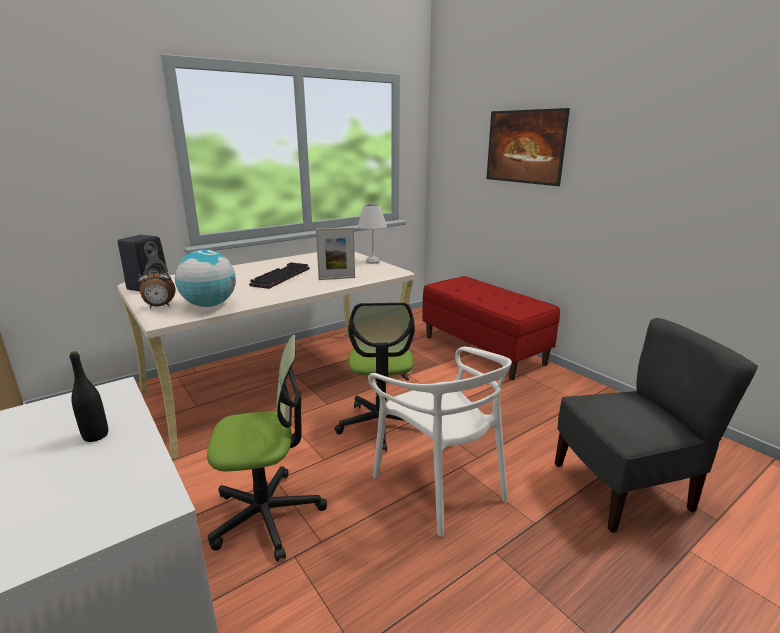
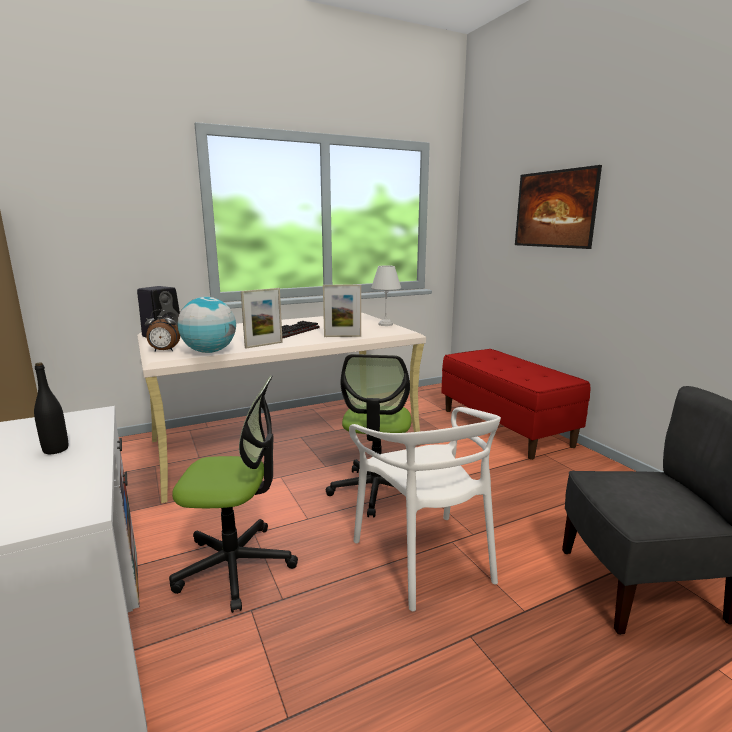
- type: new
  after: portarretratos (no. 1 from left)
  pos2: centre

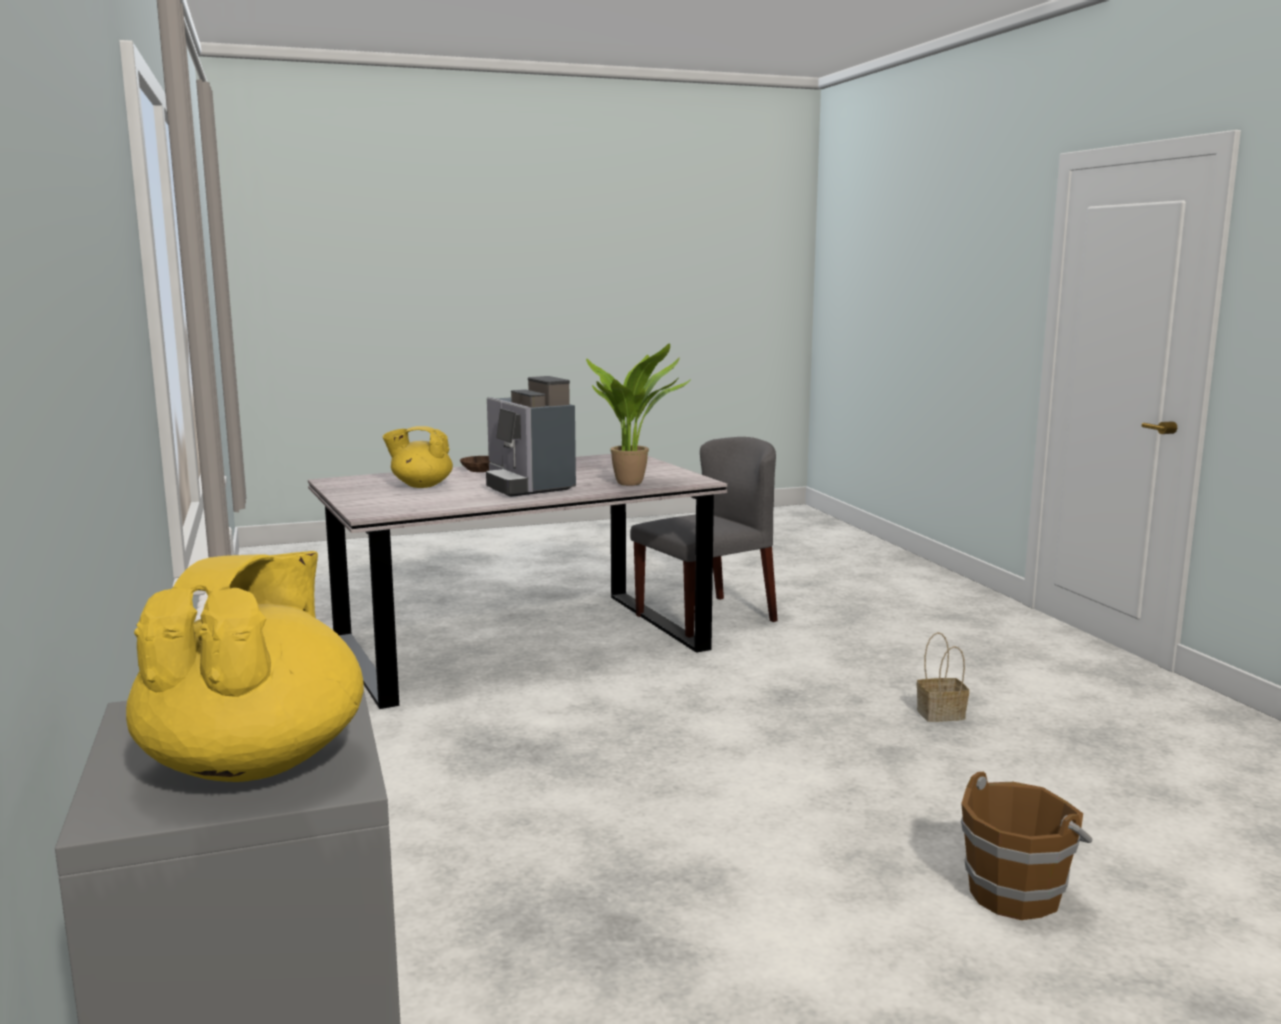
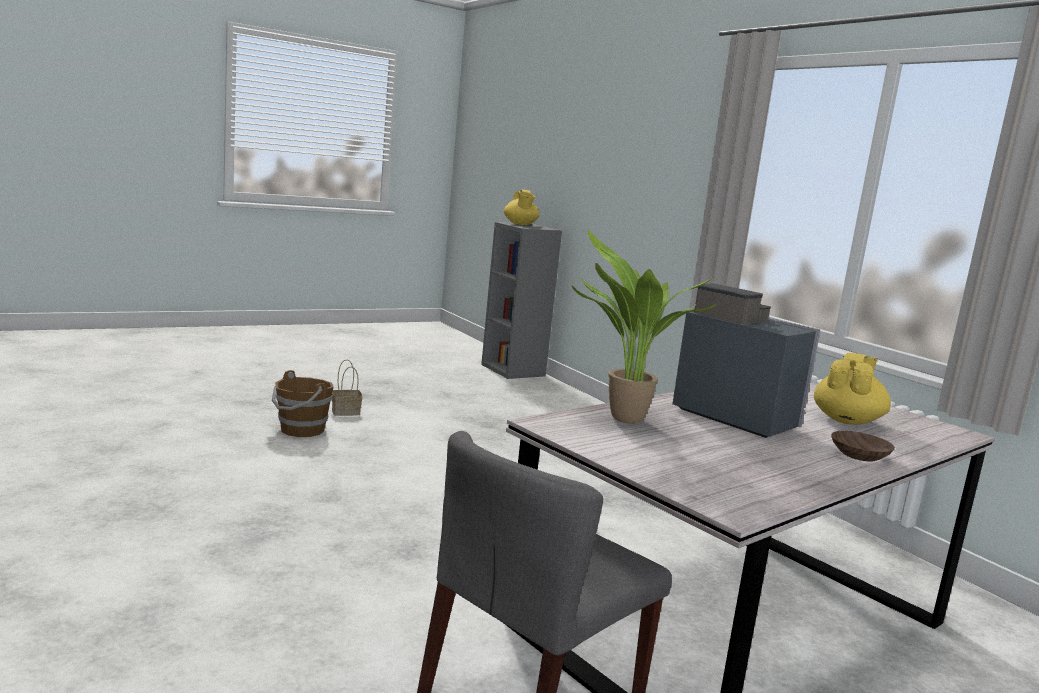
- type: shifted
  before: cesta
  pos1: middle right
  pos2: centre
- type: rotated
  before: tetera (amarillo) (no. 2 from left)
  pos1: middle left
  pos2: middle right
  turn: -45

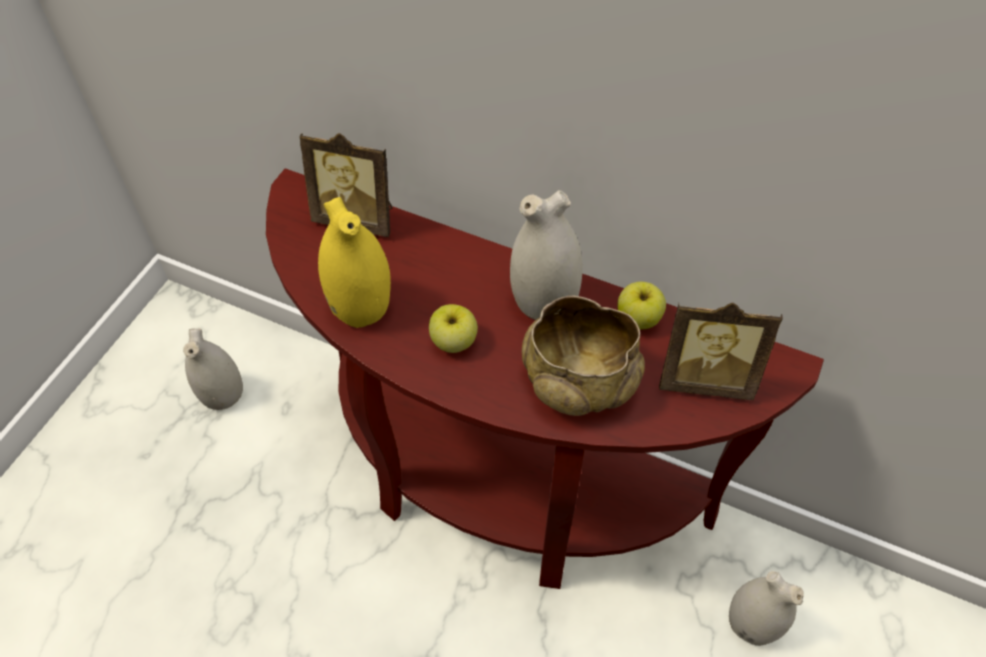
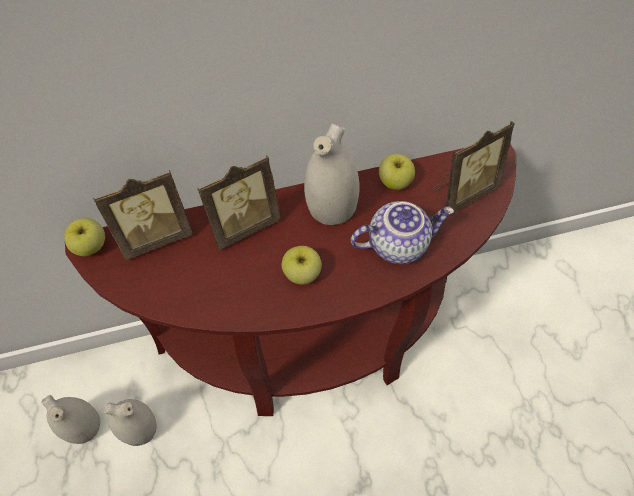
- type: gone
  before: florero (amarillo)
  pos1: centre
- type: new
  after: manzana (no. 1 from left)
  pos2: middle left
- type: new
  after: portarretratos (no. 2 from left)
  pos2: centre
- type: shifted
  before: florero (blanco) (no. 3 from left in the first image)
  after: florero (blanco) (no. 2 from left)
  pos1: bottom right
  pos2: bottom left
- type: swapped
  before: cuenco (beis)
  after: tetera
  pos1: centre
  pos2: centre

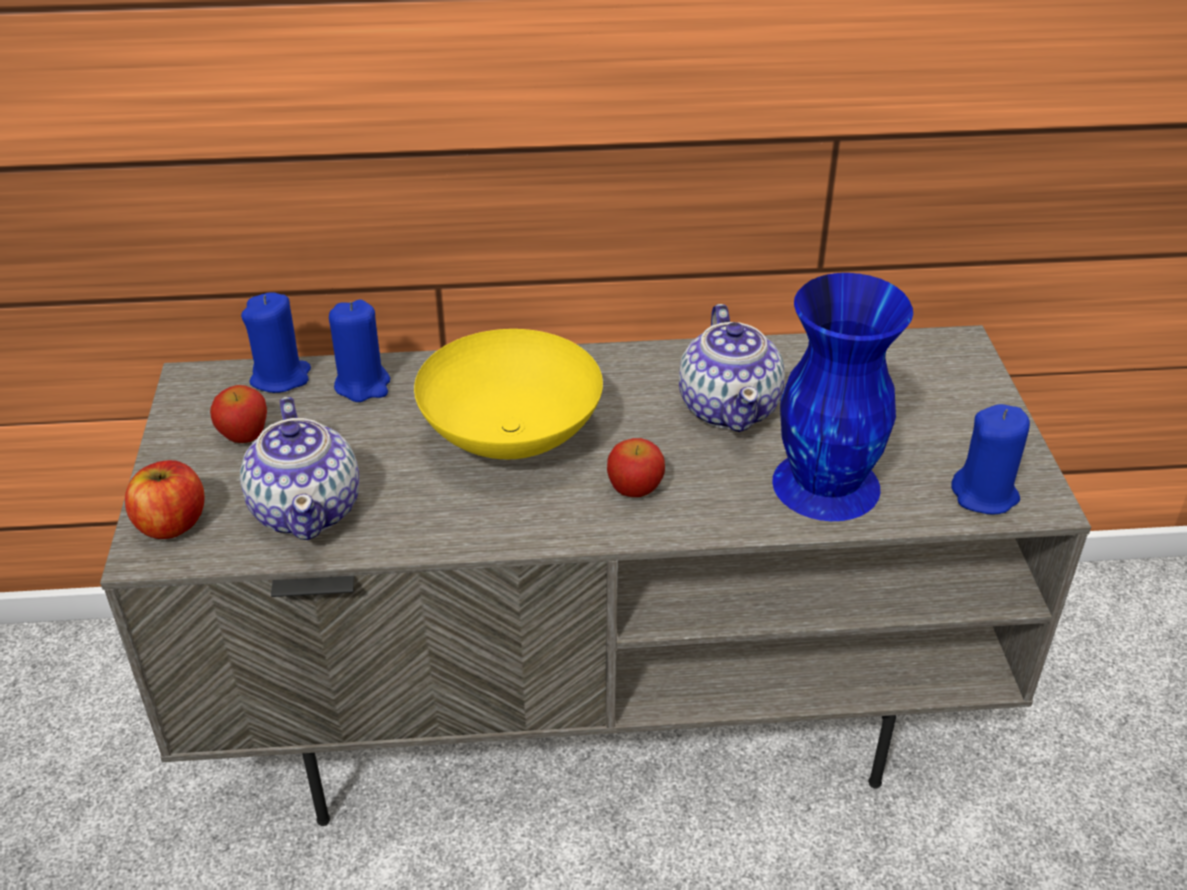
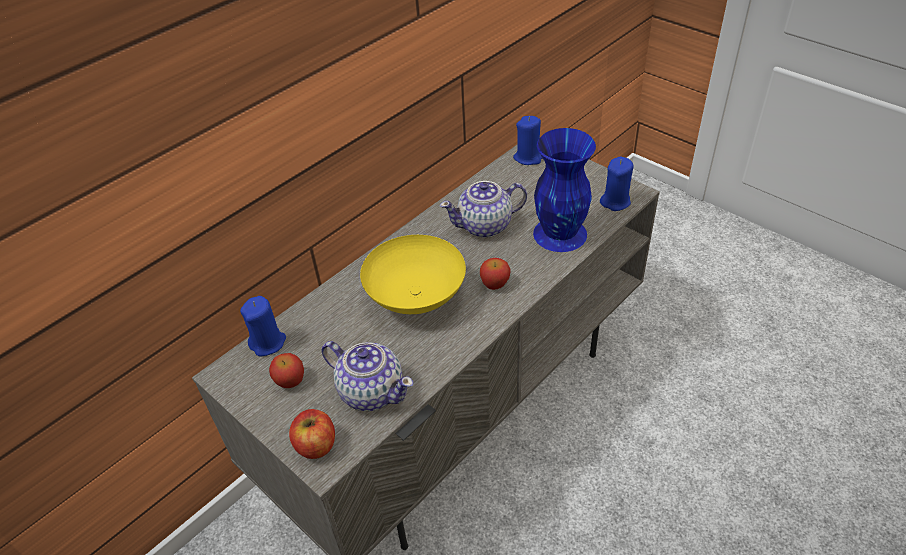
- type: shifted
  before: vela (azul) (no. 2 from left)
  pos1: middle left
  pos2: top centre
- type: rotated
  before: tetera (no. 2 from left)
  pos1: centre
  pos2: centre
  turn: 120

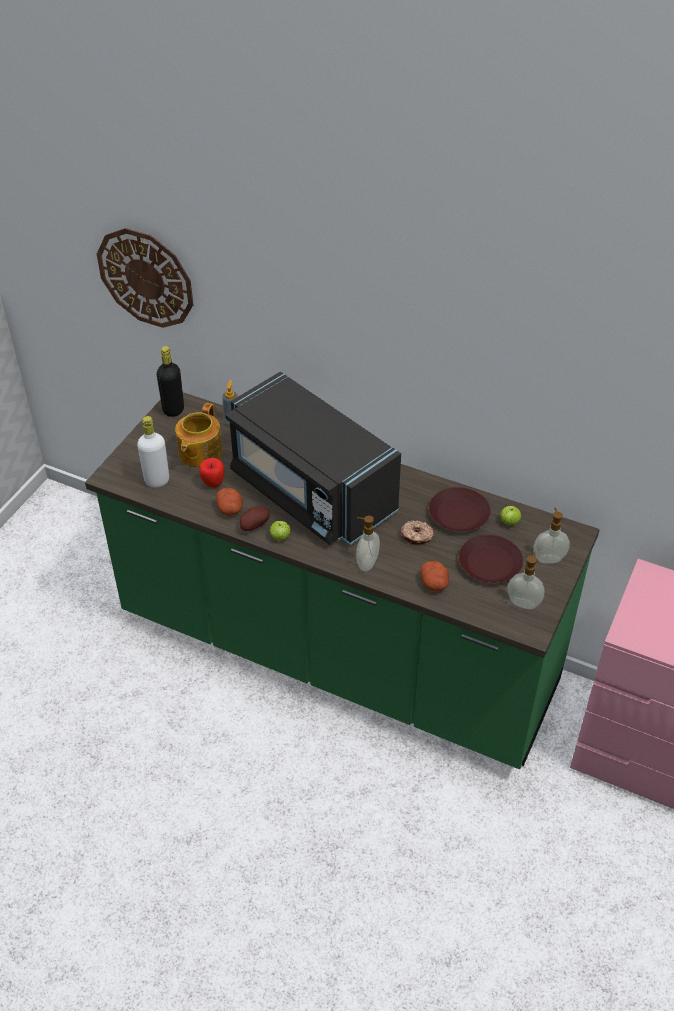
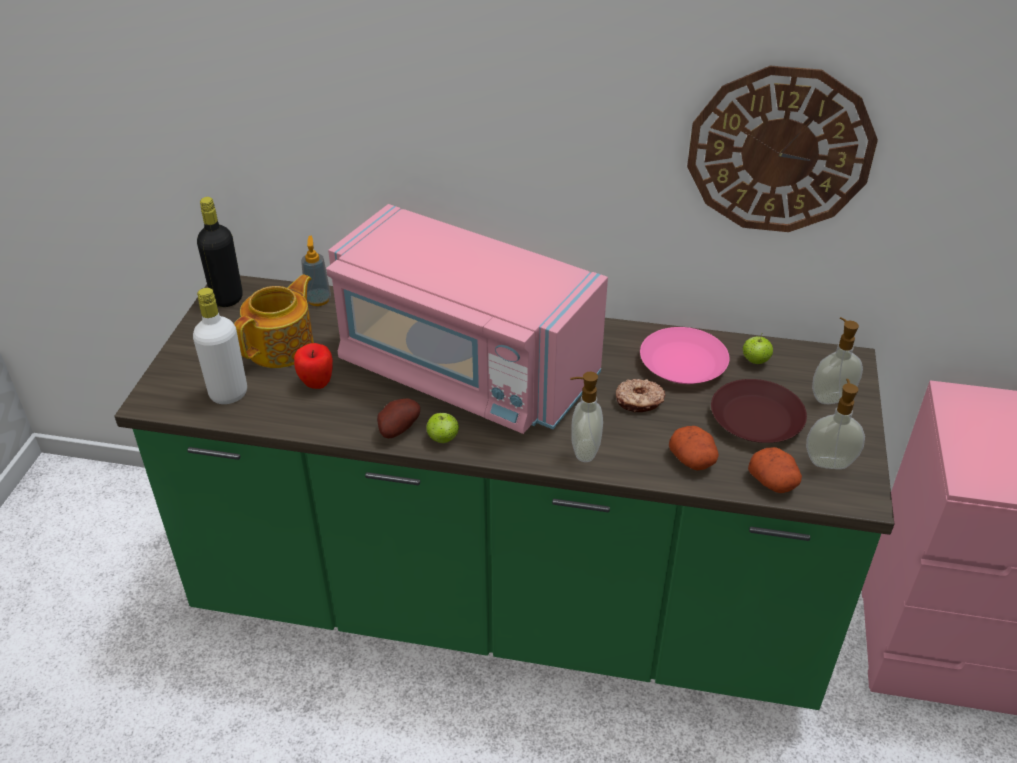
- type: shifted
  before: reloj de pared
  pos1: top left
  pos2: top right
- type: shifted
  before: patata (no. 1 from left in the first image)
  after: patata (no. 3 from left)
  pos1: centre
  pos2: middle right
- type: repainted
  before: microondas (negro)
  after: microondas (rosa)
  pos1: centre
  pos2: centre
- type: repainted
  before: plato (marrón) (no. 1 from left)
  after: plato (rosa)
  pos1: middle right
  pos2: middle right
- type: rotated
  before: tetera
  pos1: middle left
  pos2: middle left
  turn: -150

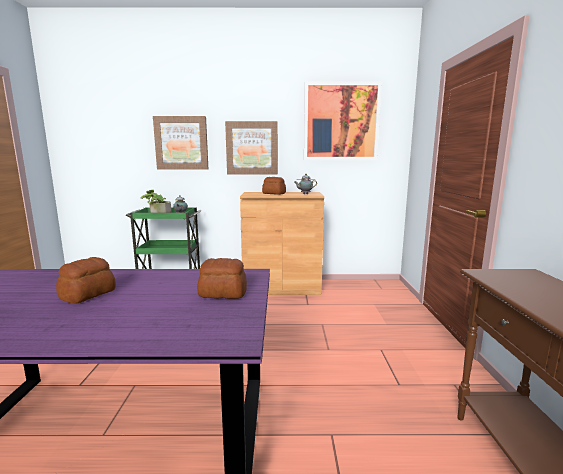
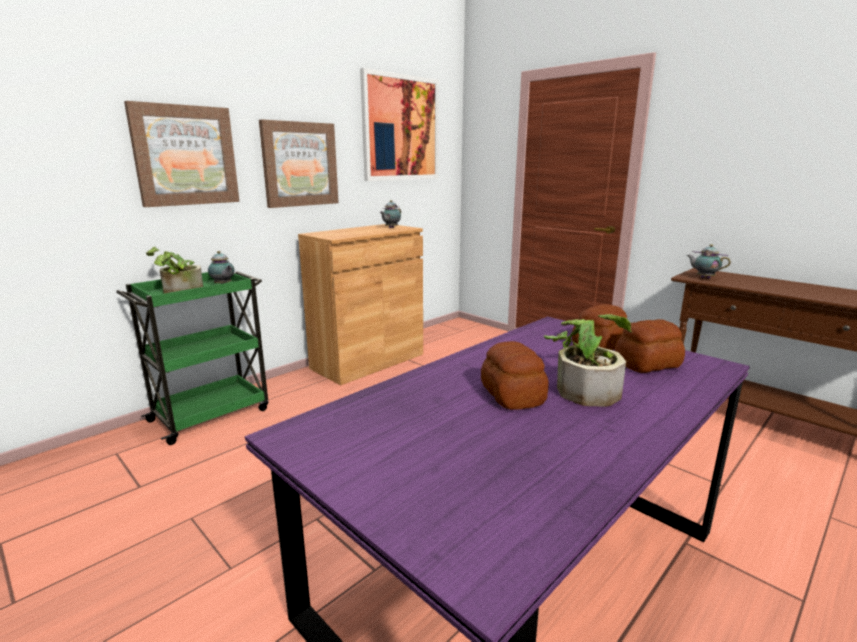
- type: new
  after: planta en maceta (no. 2 from left)
  pos2: middle right
- type: new
  after: tetera (no. 3 from left)
  pos2: middle right
- type: shifted
  before: pan (no. 3 from left)
  pos1: centre
  pos2: middle right

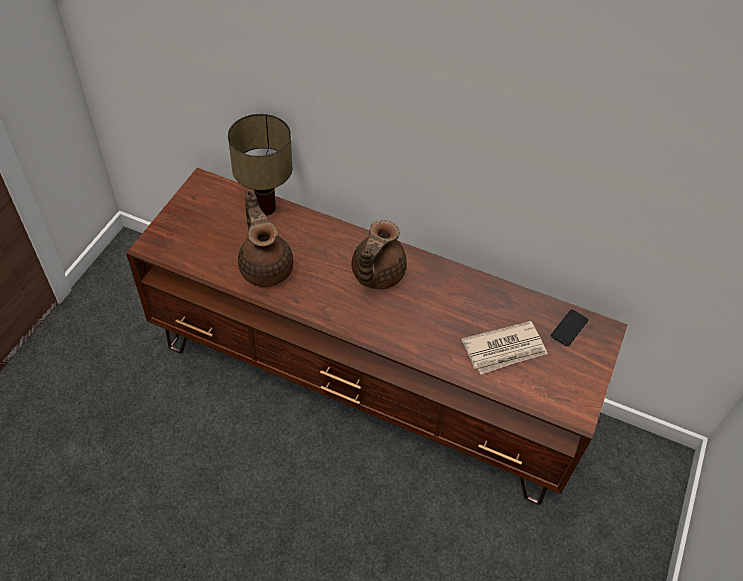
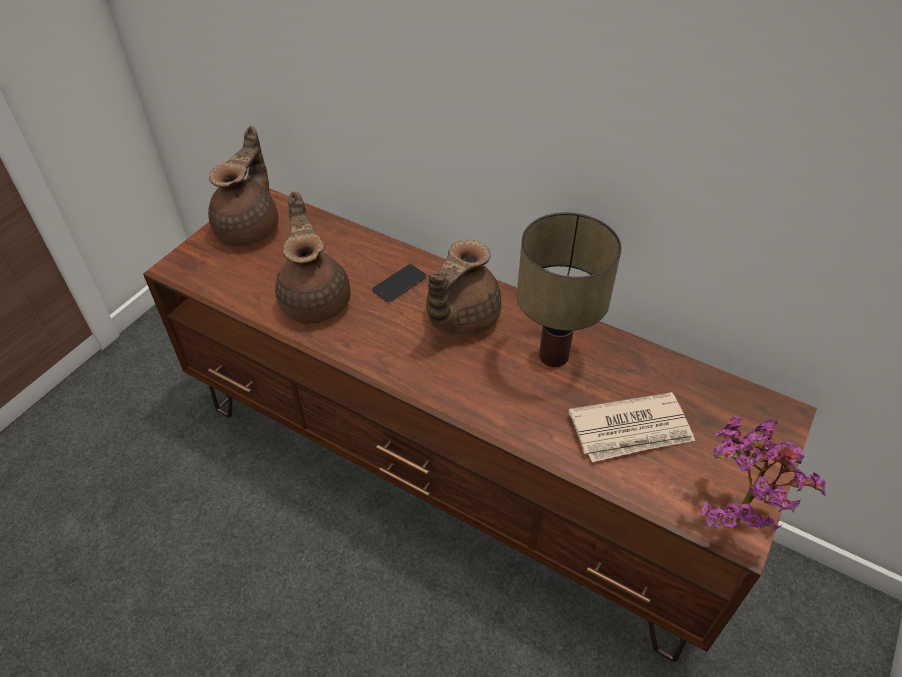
- type: new
  after: tetera (marrón) (no. 1 from left)
  pos2: top left
- type: new
  after: planta en maceta
  pos2: bottom right
- type: shifted
  before: lámpara de mesa
  pos1: top centre
  pos2: centre
- type: shifted
  before: móvil
  pos1: middle right
  pos2: centre

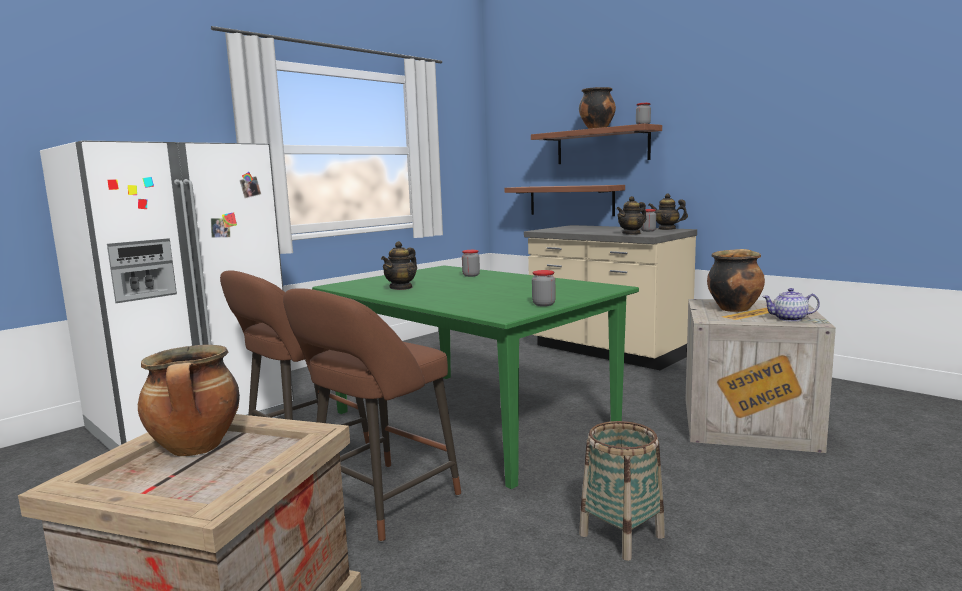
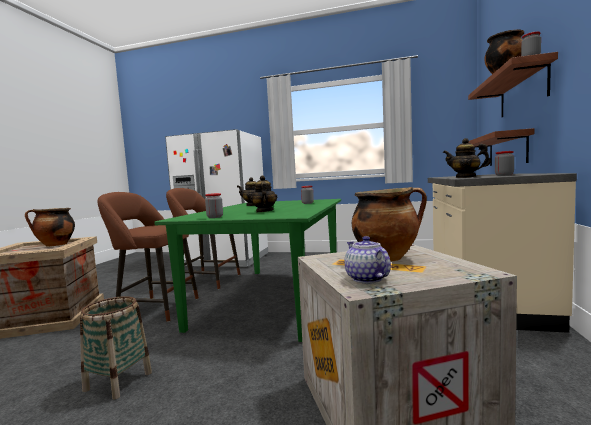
- type: shifted
  before: tetera (no. 3 from left in the first image)
  after: tetera (no. 2 from left)
  pos1: middle right
  pos2: centre

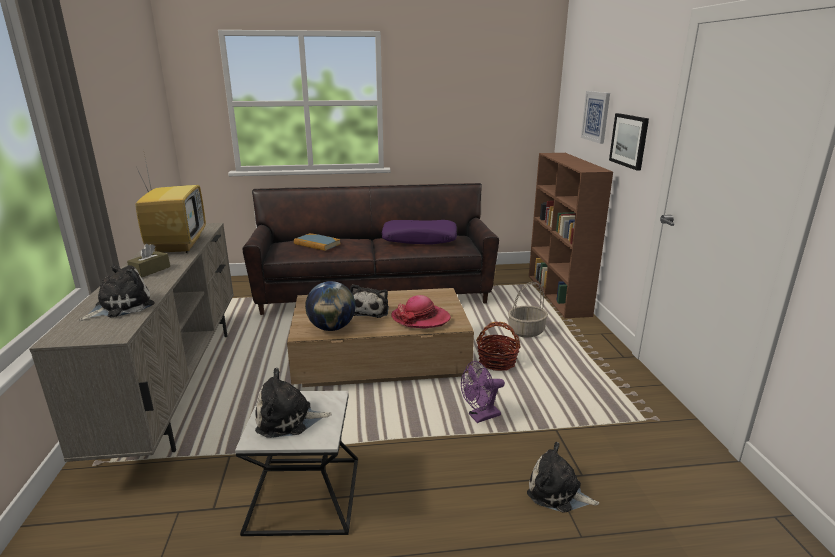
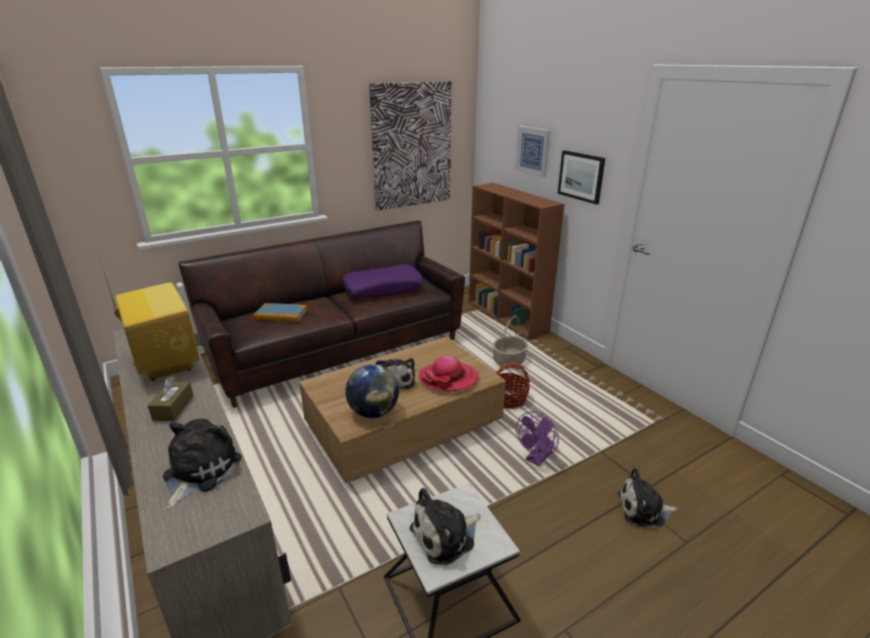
- type: new
  after: cuadro (no. 1 from left)
  pos2: top centre

